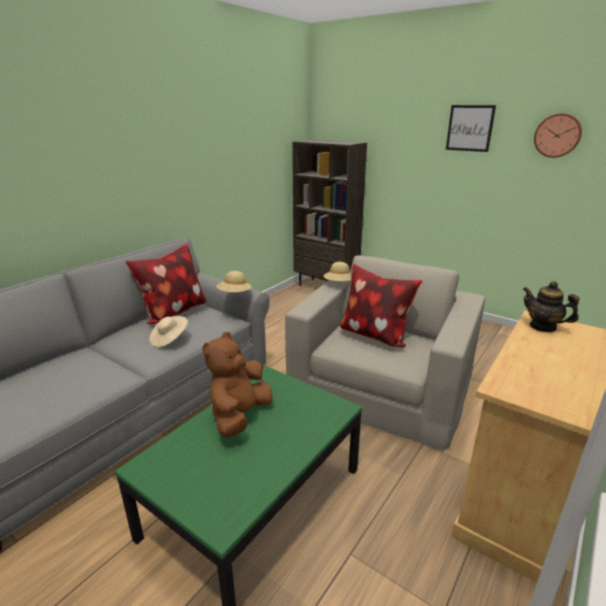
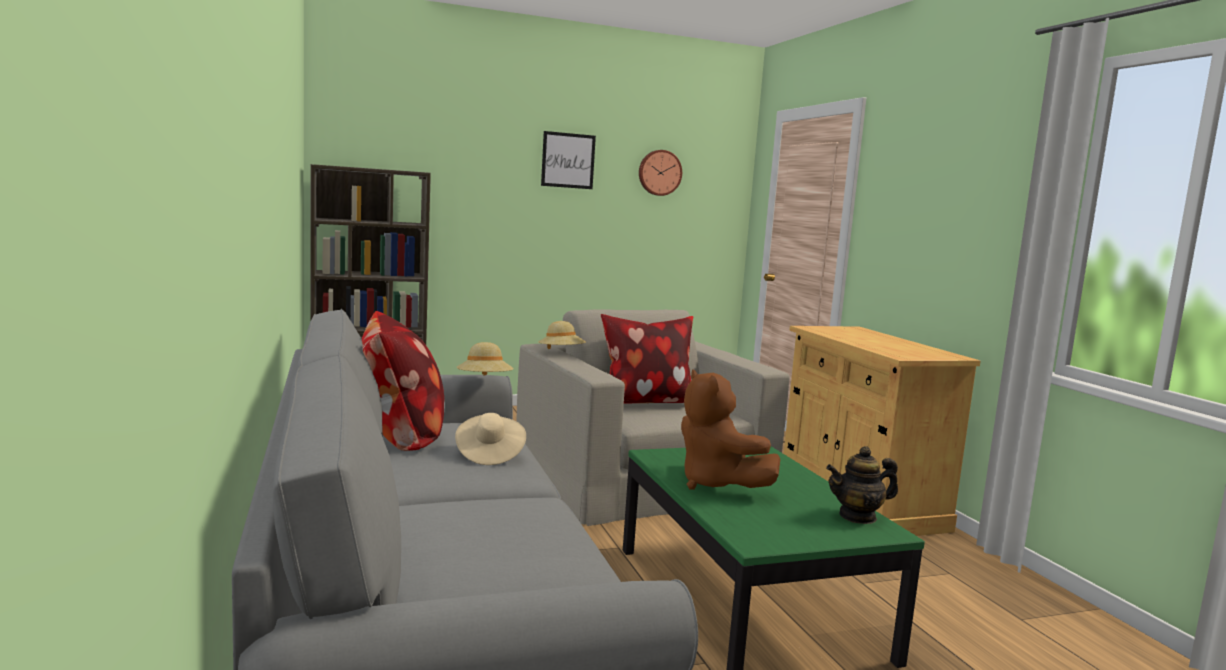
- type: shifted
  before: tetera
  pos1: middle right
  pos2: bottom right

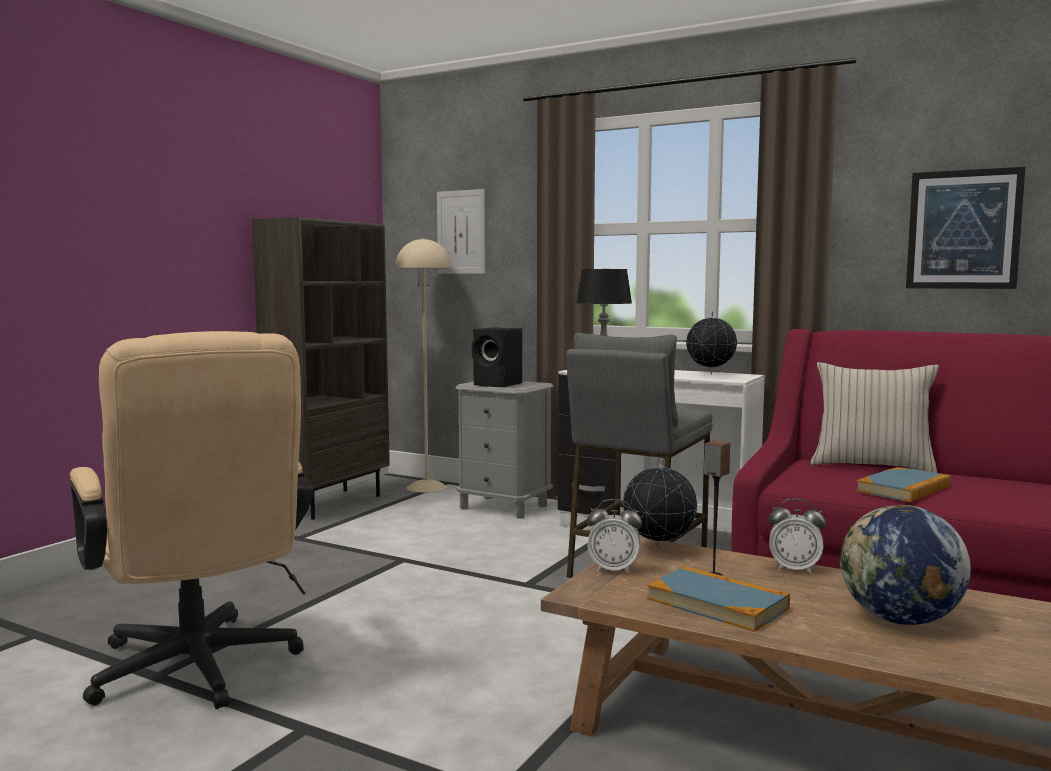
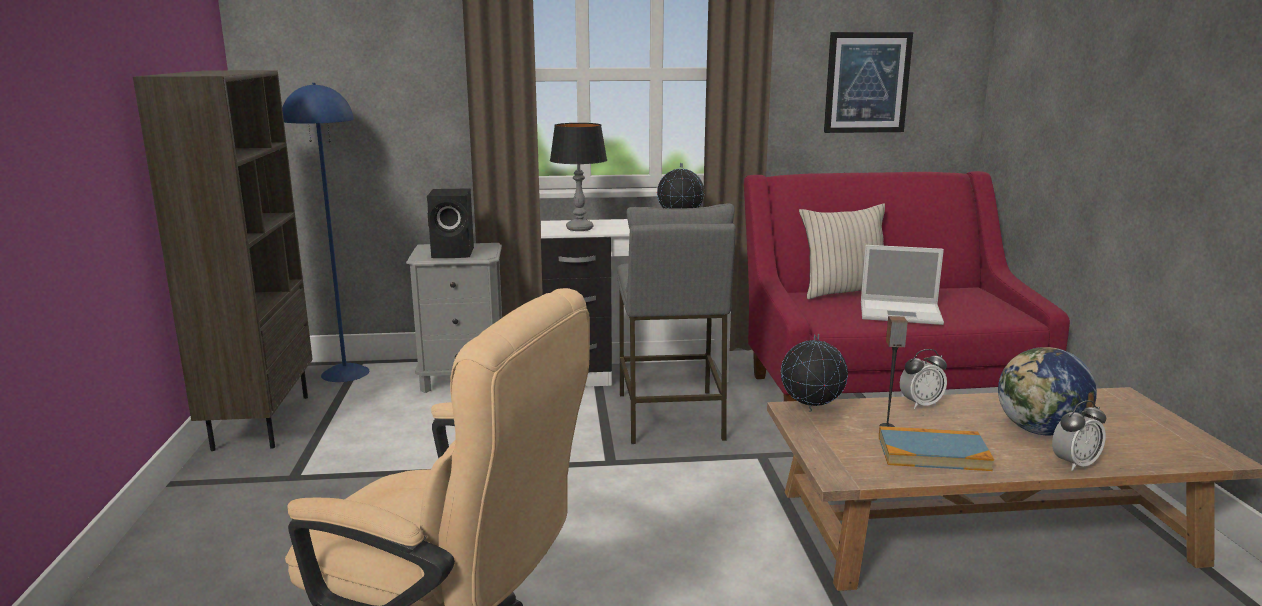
- type: gone
  before: cuadro (no. 1 from left)
  pos1: top centre
- type: shifted
  before: despertador (no. 1 from left in the first image)
  after: despertador (no. 2 from left)
  pos1: bottom centre
  pos2: bottom right
- type: swapped
  before: libro (no. 2 from left)
  after: portátil
  pos1: middle right
  pos2: middle right
- type: repainted
  before: lámpara de pie (beis)
  after: lámpara de pie (azul)
  pos1: centre
  pos2: middle left

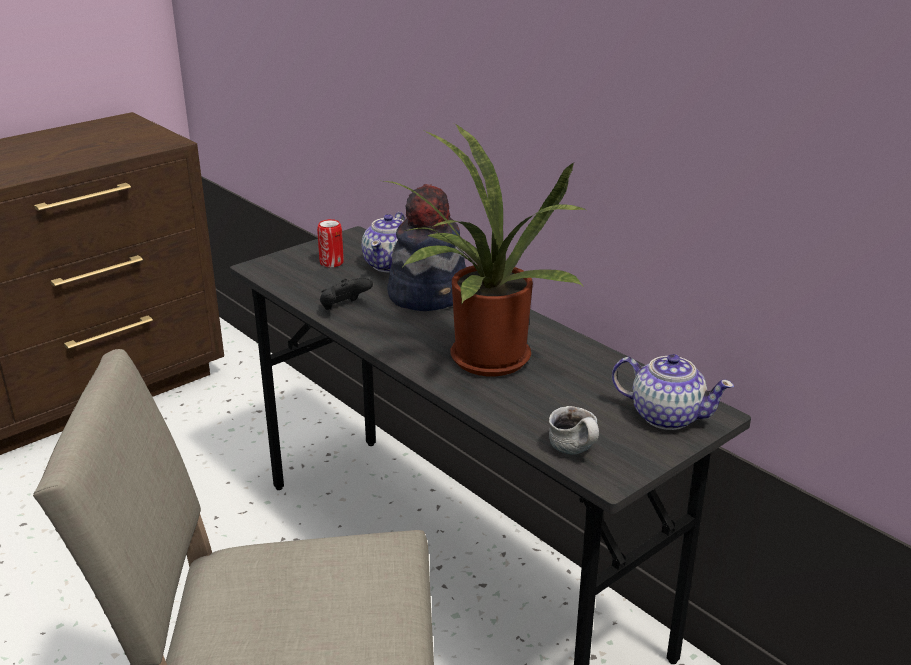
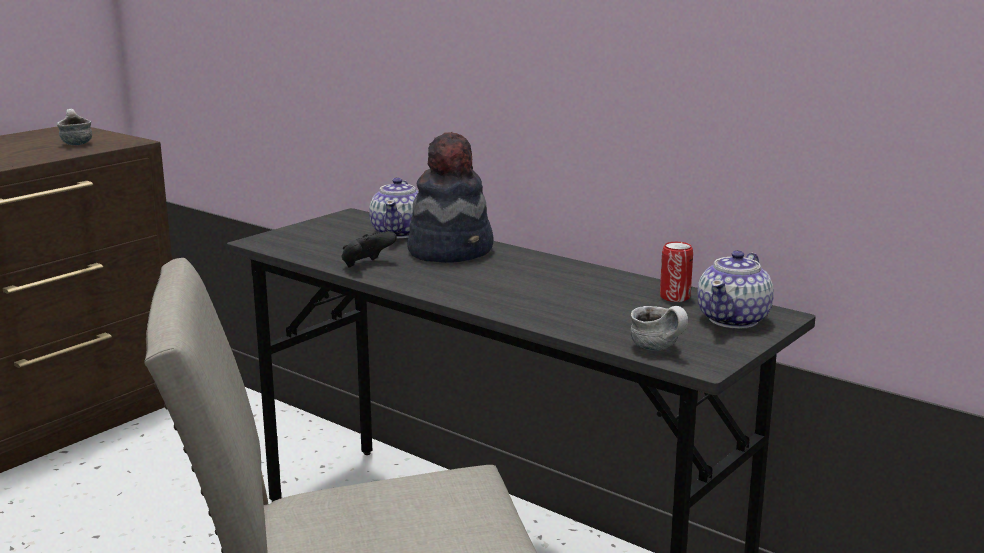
- type: gone
  before: planta en maceta
  pos1: centre
- type: new
  after: taza grande (no. 1 from left)
  pos2: top left
- type: shifted
  before: lata
  pos1: centre
  pos2: middle right
- type: rotated
  before: tetera (no. 2 from left)
  pos1: middle right
  pos2: middle right
  turn: 105

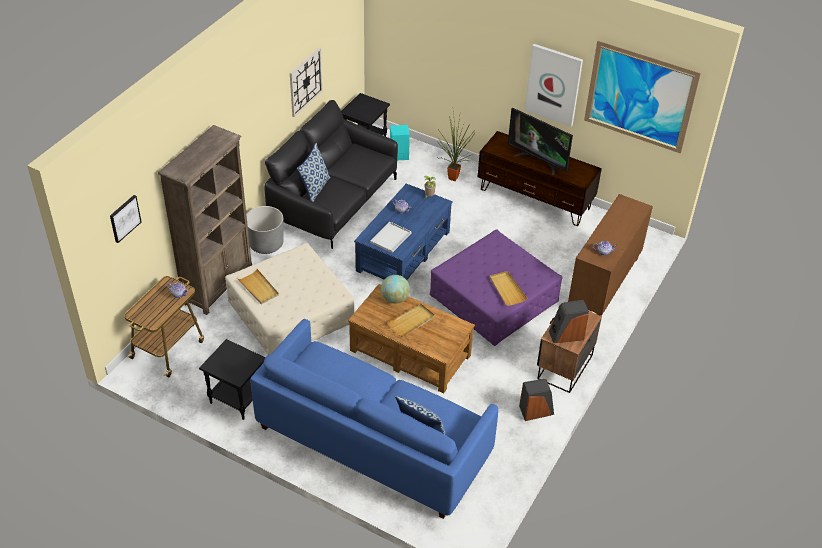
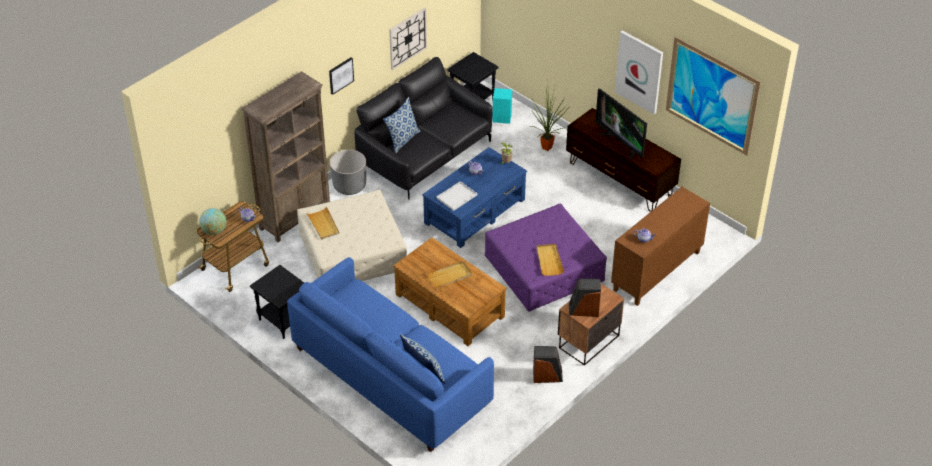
- type: shifted
  before: cuadro (no. 1 from left)
  pos1: middle left
  pos2: top centre
- type: shifted
  before: globo terráqueo
  pos1: centre
  pos2: middle left

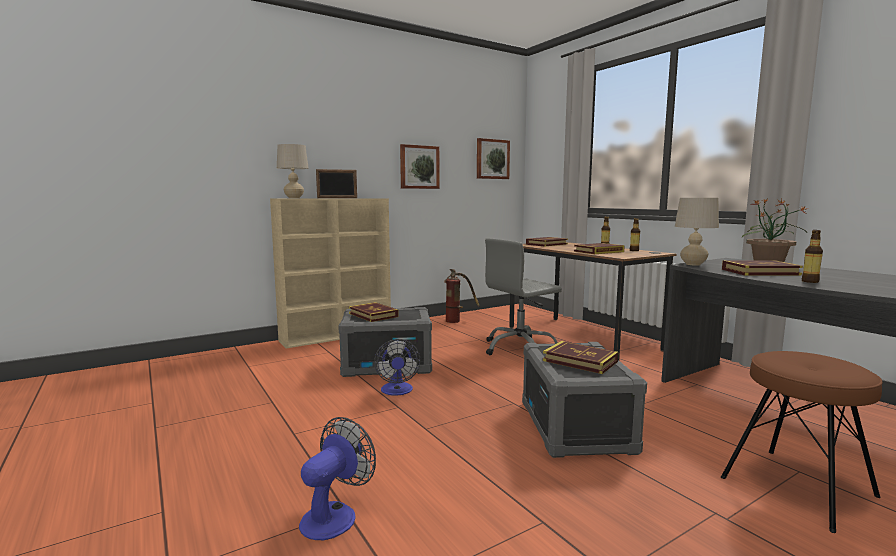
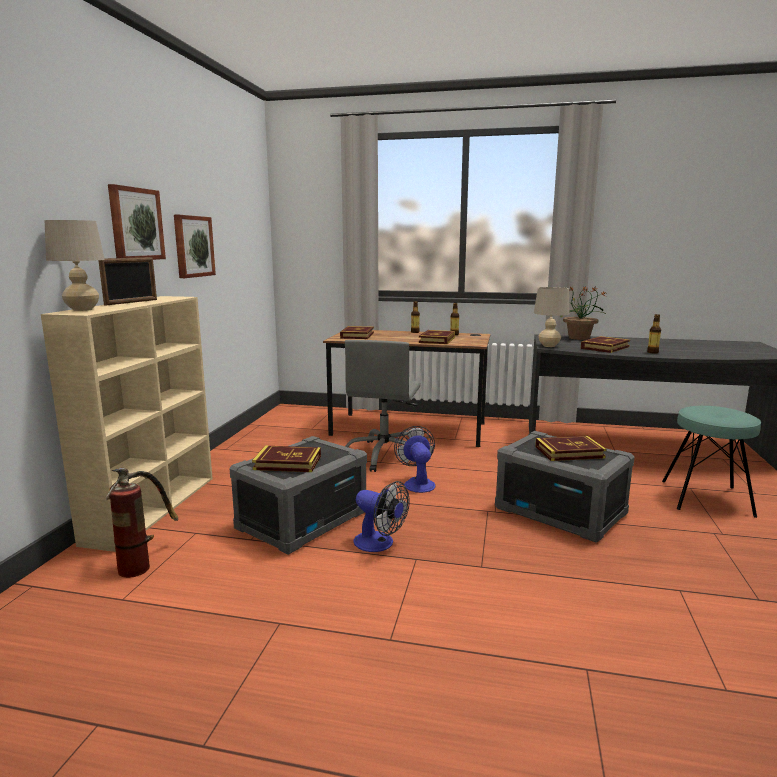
- type: shifted
  before: ventilador (no. 1 from left in the first image)
  after: ventilador (no. 2 from left)
  pos1: bottom centre
  pos2: centre
- type: shifted
  before: extintor
  pos1: centre
  pos2: bottom left
- type: shifted
  before: cuadro (no. 2 from left in the first image)
  after: cuadro (no. 1 from left)
  pos1: top centre
  pos2: top left
- type: repainted
  before: taburete (marrón)
  after: taburete (turquesa)
  pos1: bottom right
  pos2: middle right

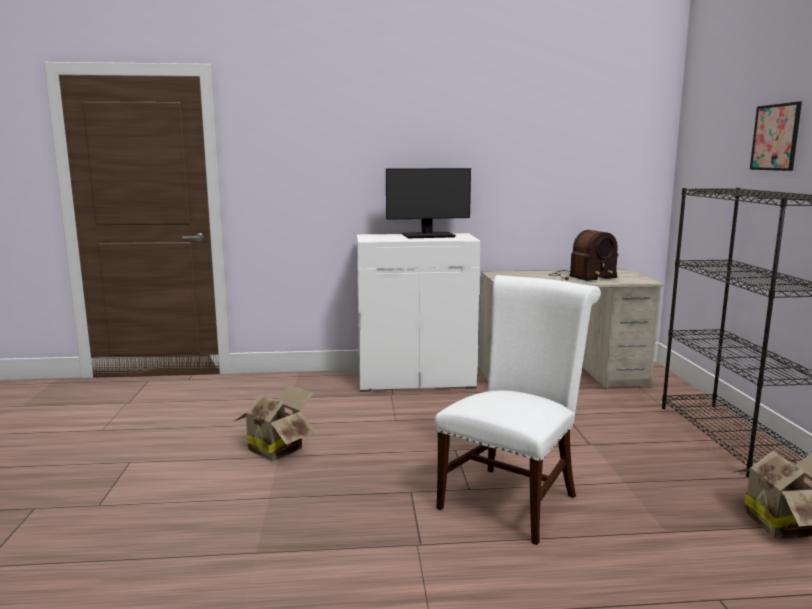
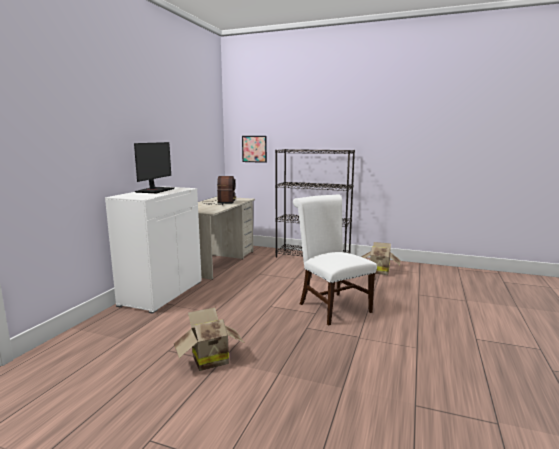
- type: shifted
  before: cuadro
  pos1: top right
  pos2: top centre

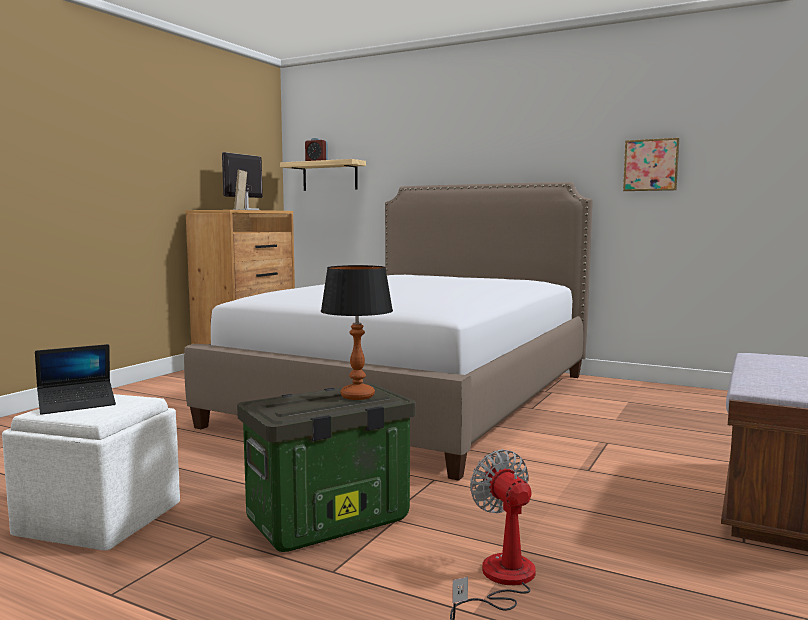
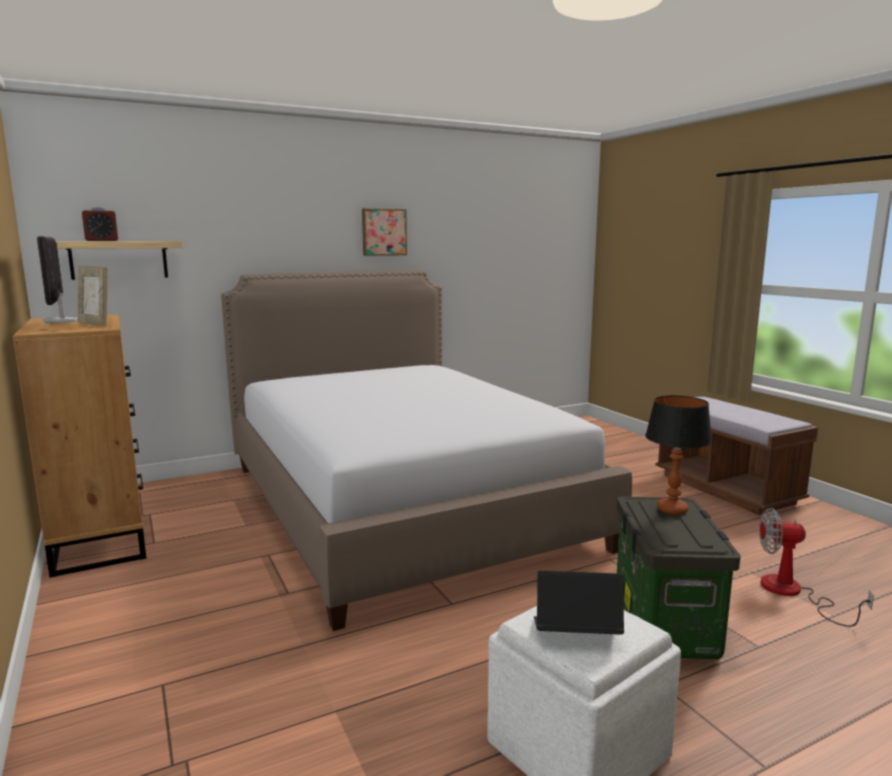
- type: shifted
  before: cuadro
  pos1: top right
  pos2: top centre
- type: rotated
  before: portátil
  pos1: middle left
  pos2: bottom centre
  turn: -90

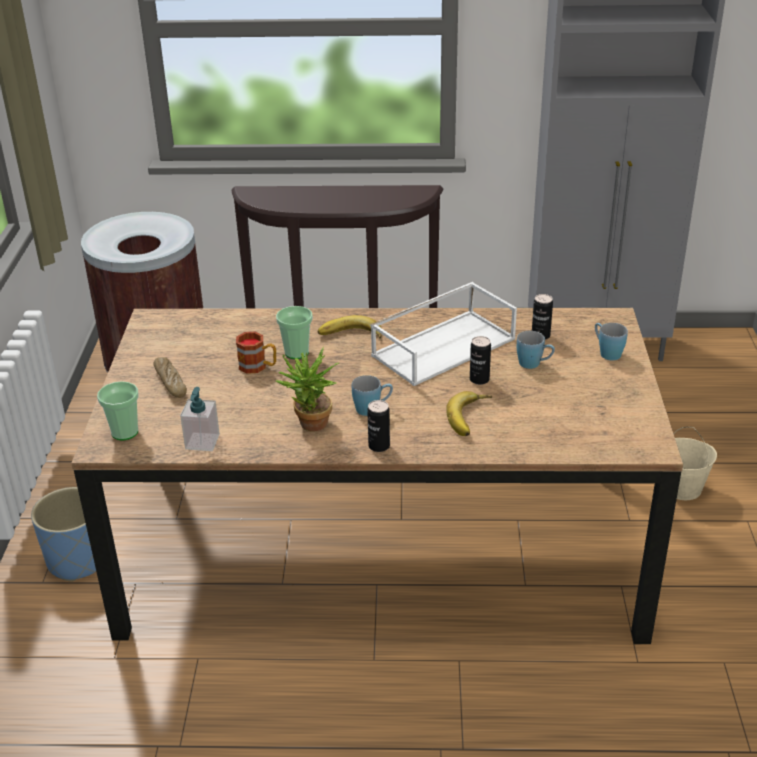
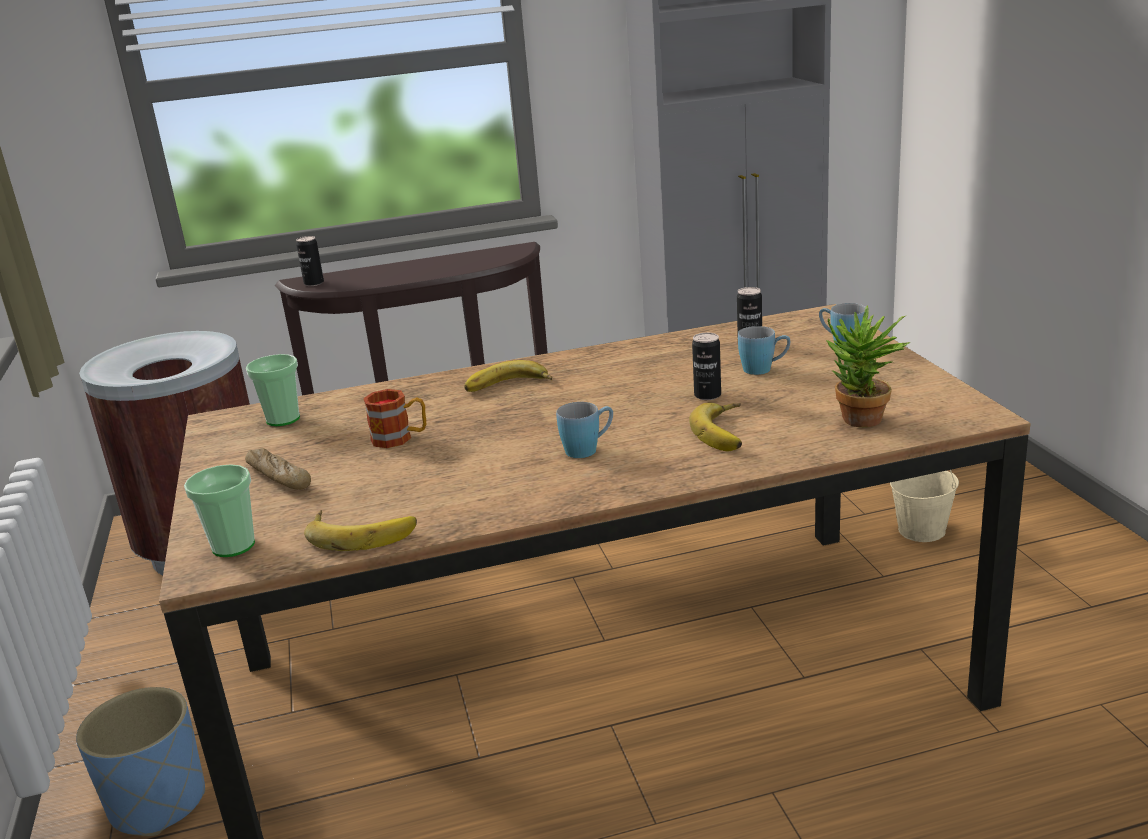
- type: gone
  before: bandeja (blanco)
  pos1: centre
- type: shifted
  before: taza (no. 2 from left)
  pos1: centre
  pos2: middle left
- type: shifted
  before: planta en maceta
  pos1: centre
  pos2: middle right
- type: shifted
  before: lata (no. 1 from left)
  pos1: centre
  pos2: top left
- type: swapped
  before: dispensador de jabón
  after: plátano (no. 1 from left)
  pos1: middle left
  pos2: middle left

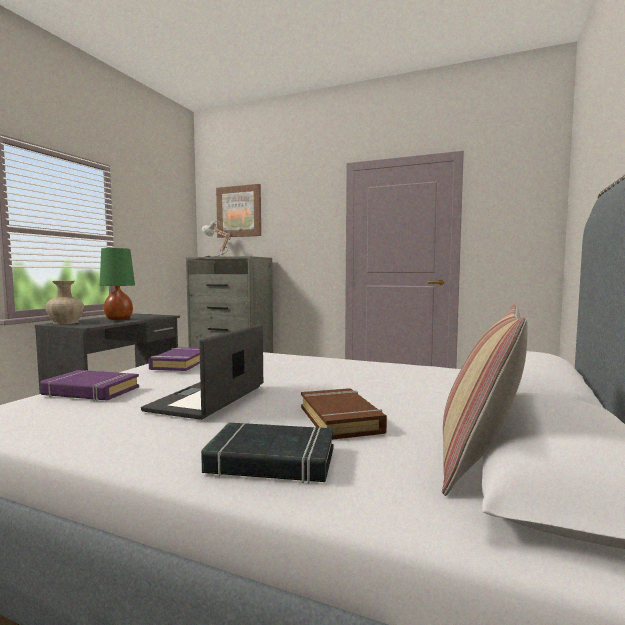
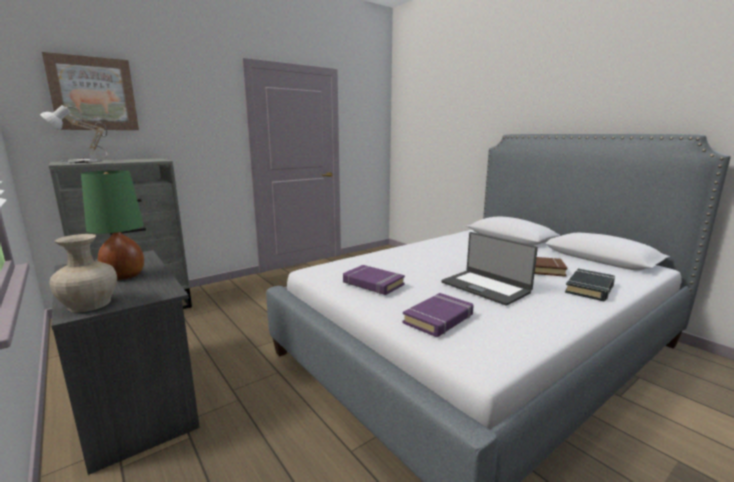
- type: gone
  before: cojín
  pos1: middle right

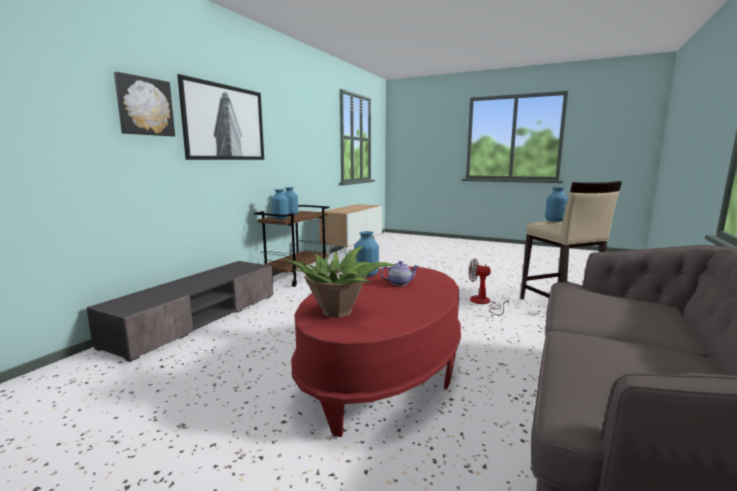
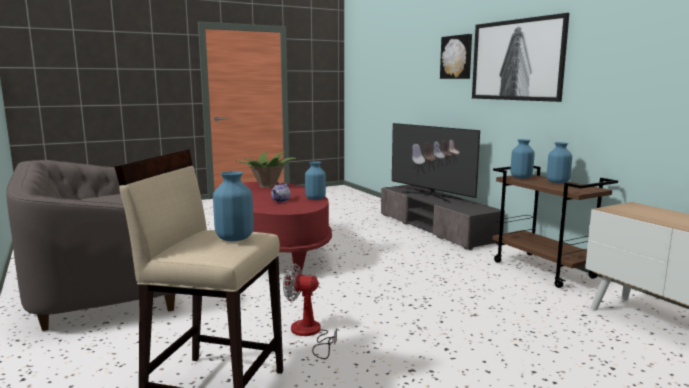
- type: new
  after: televisor
  pos2: centre
- type: rotated
  before: ventilador
  pos1: centre
  pos2: bottom centre
  turn: -135

